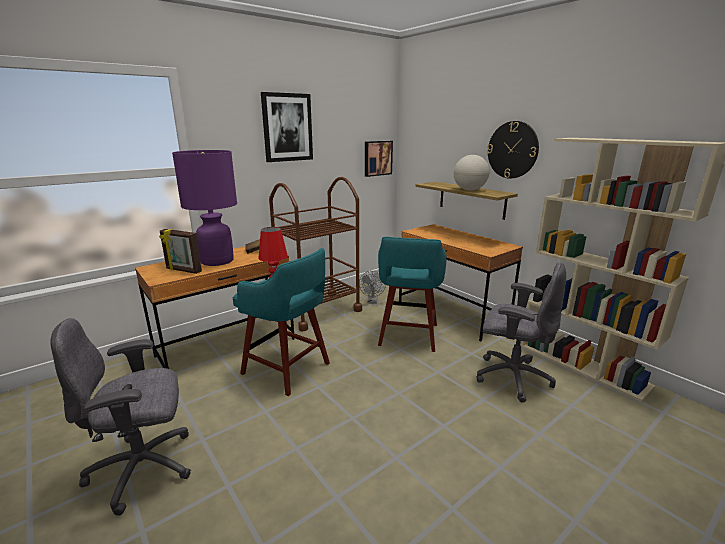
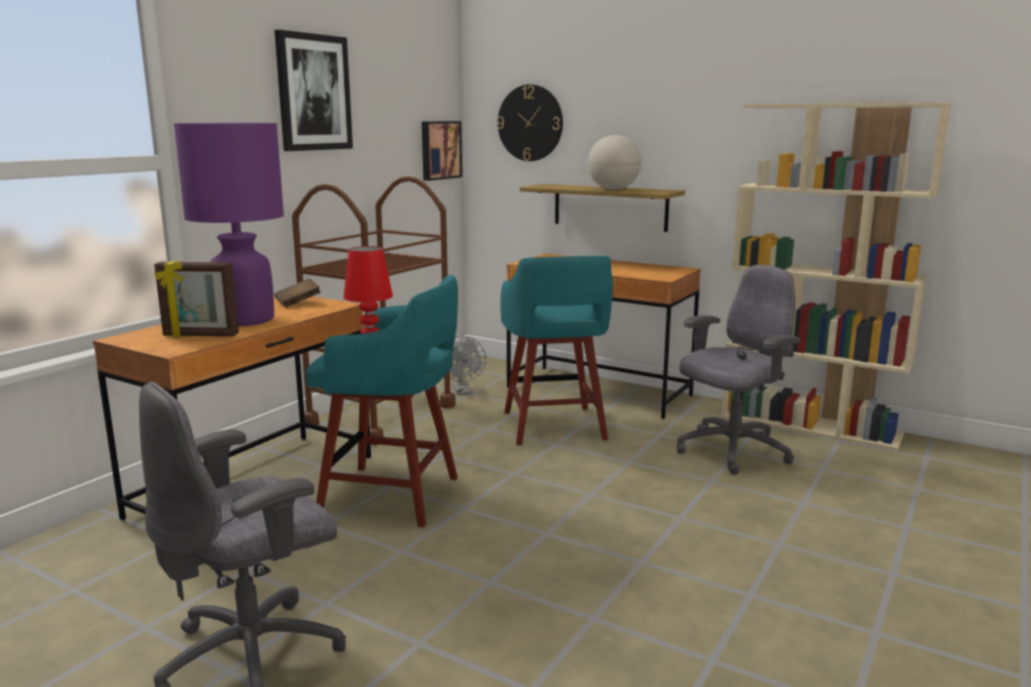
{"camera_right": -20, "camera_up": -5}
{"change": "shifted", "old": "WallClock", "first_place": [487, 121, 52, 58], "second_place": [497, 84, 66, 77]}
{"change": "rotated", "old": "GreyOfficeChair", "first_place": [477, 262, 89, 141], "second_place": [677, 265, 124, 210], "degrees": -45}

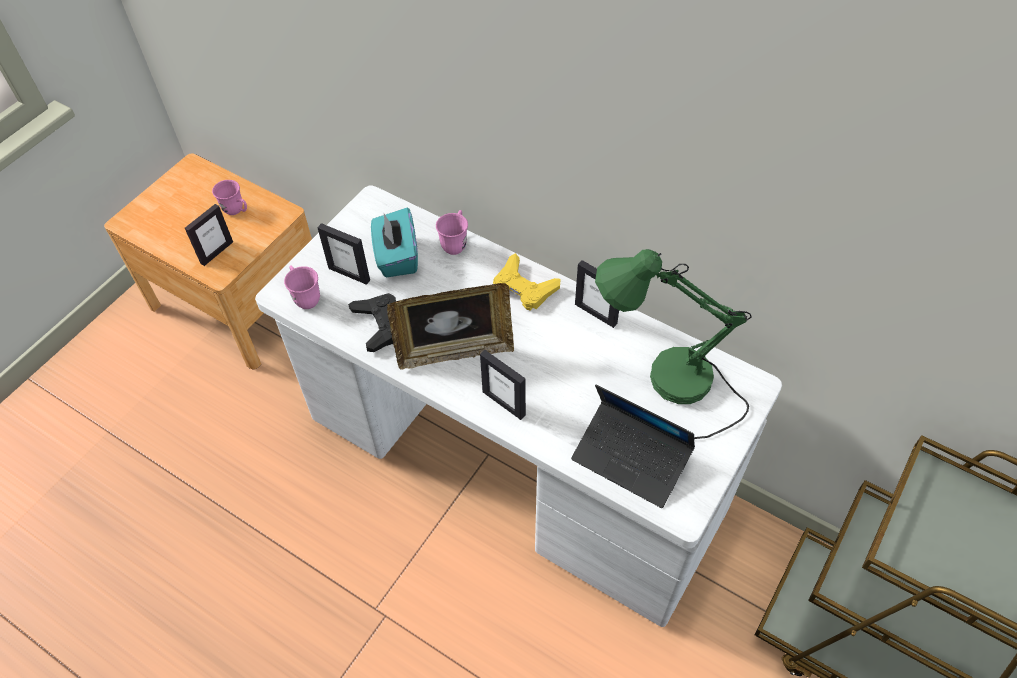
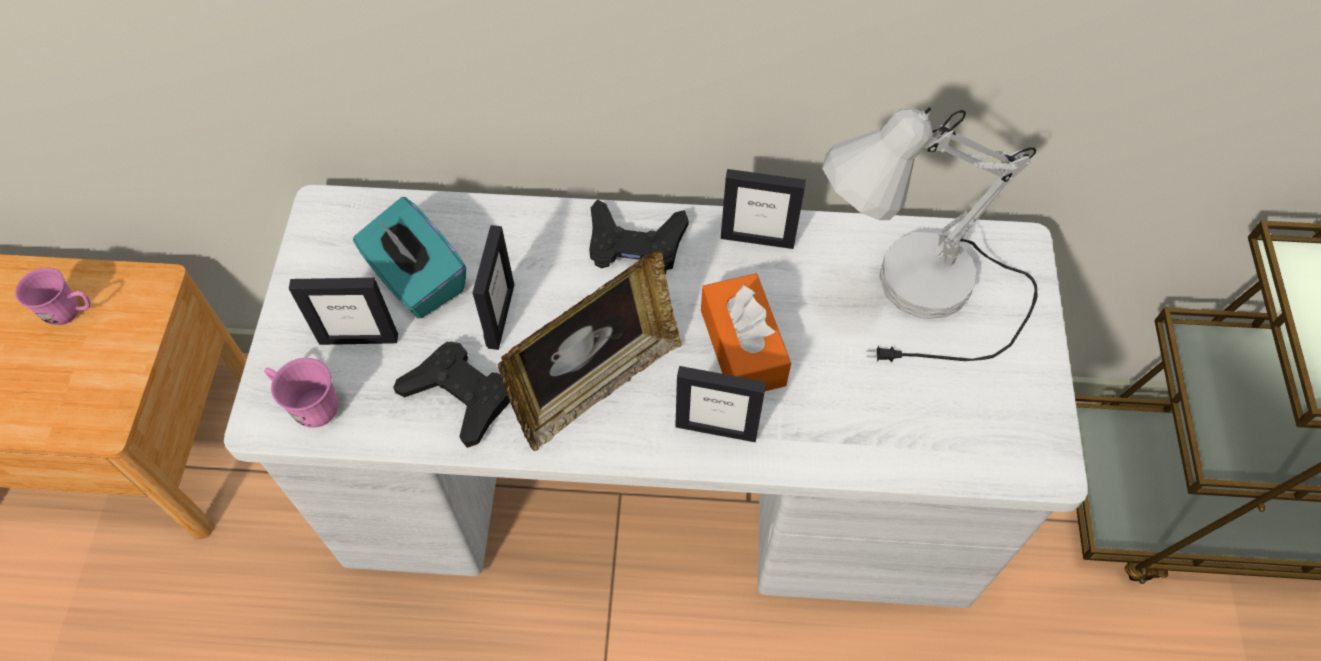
{"camera_right": -30, "camera_up": 5}
{"change": "shifted", "old": "PictureFrame", "first_place": [185, 204, 48, 62], "second_place": [473, 225, 41, 125]}
{"change": "repainted", "old": "YellowGameController", "new": "BlackGameController", "first_place": [493, 253, 68, 58], "second_place": [589, 199, 100, 75]}
{"change": "new", "new": "OrangeTissueBox", "second_place": [701, 273, 90, 118]}
{"change": "repainted", "old": "GreenTableLamp", "new": "WhiteTableLamp", "first_place": [595, 249, 157, 190], "second_place": [822, 107, 216, 255]}
{"change": "gone", "old": "PinkMug", "first_place": [436, 210, 32, 45]}
{"change": "gone", "old": "Laptop", "first_place": [571, 385, 124, 123]}

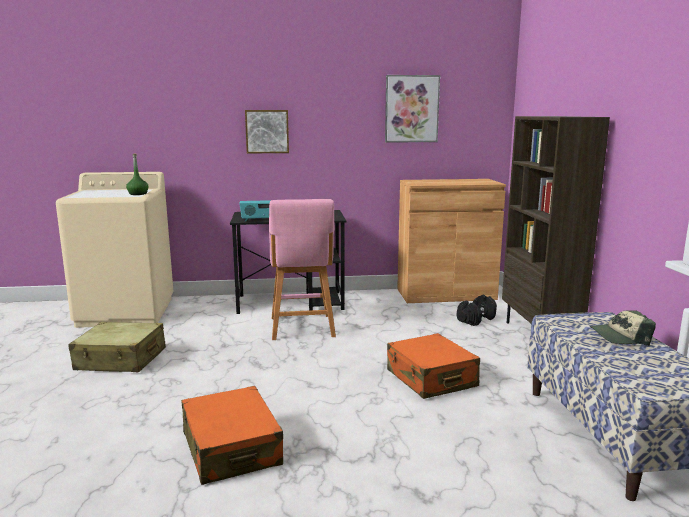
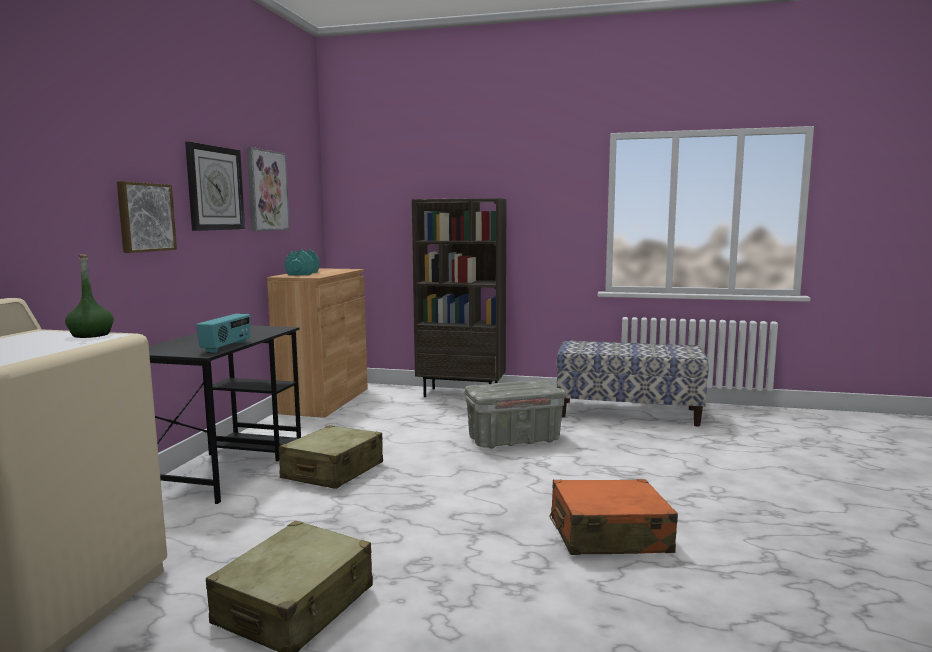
{"camera_right": -70, "camera_up": -5}
{"change": "new", "new": "WallClock", "second_place": [185, 142, 60, 89]}
{"change": "swapped", "old": "PinkStool", "new": "BeigeSuitcase", "first_place": [269, 199, 67, 141], "second_place": [279, 425, 104, 64]}
{"change": "new", "new": "TurquoiseDumbbell", "second_place": [285, 250, 35, 25]}
{"change": "swapped", "old": "OrangeSuitcase", "new": "GreyStorageBox", "first_place": [387, 333, 93, 66], "second_place": [465, 380, 100, 69]}
{"change": "gone", "old": "BlackDumbbell", "first_place": [457, 295, 40, 31]}
{"change": "gone", "old": "Cap", "first_place": [589, 310, 67, 36]}

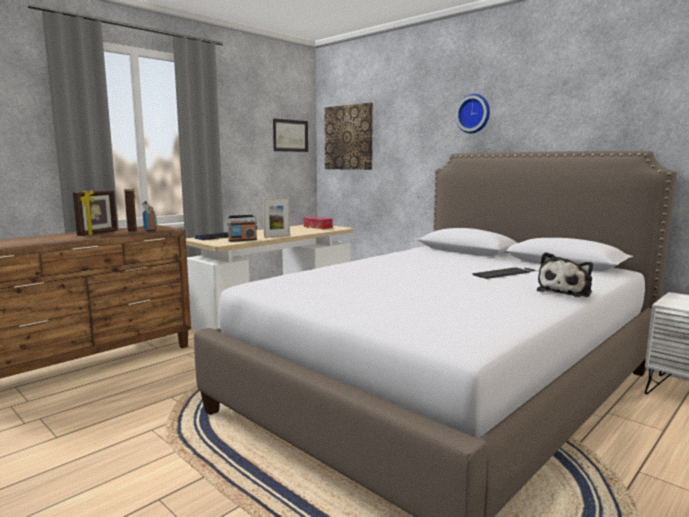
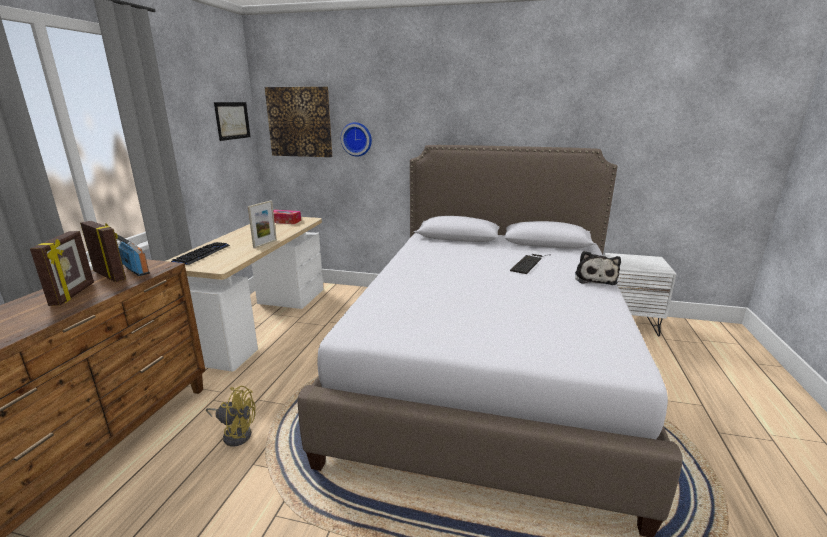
{"camera_right": -30, "camera_up": 10}
{"change": "new", "new": "YellowFan", "second_place": [206, 386, 50, 61]}
{"change": "shifted", "old": "WallClock", "first_place": [455, 94, 35, 39], "second_place": [341, 122, 31, 35]}
{"change": "gone", "old": "Radio", "first_place": [226, 215, 31, 27]}

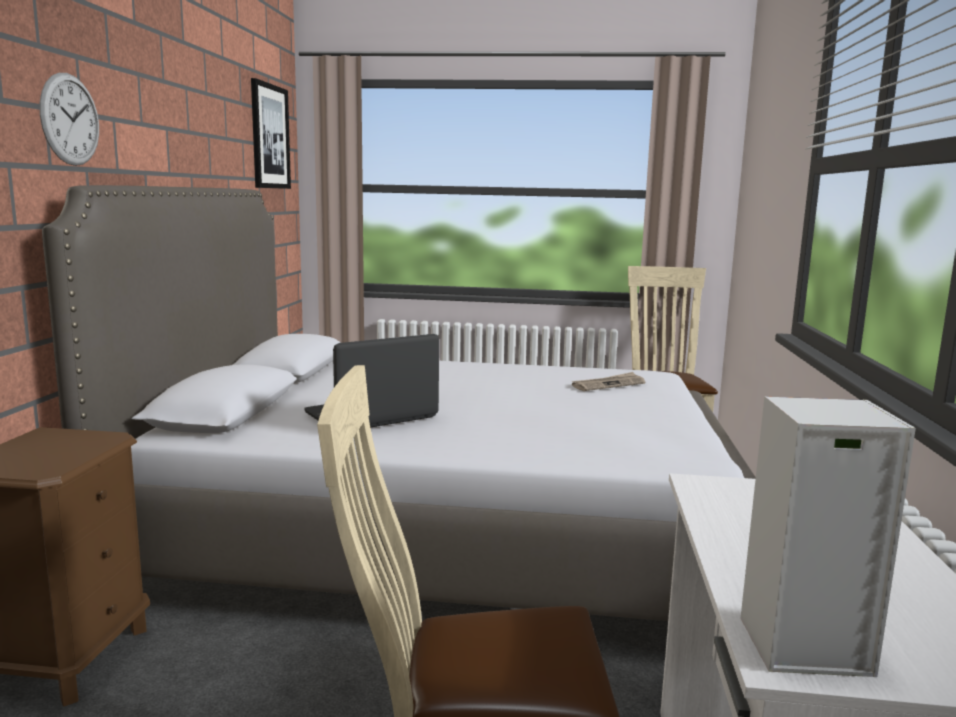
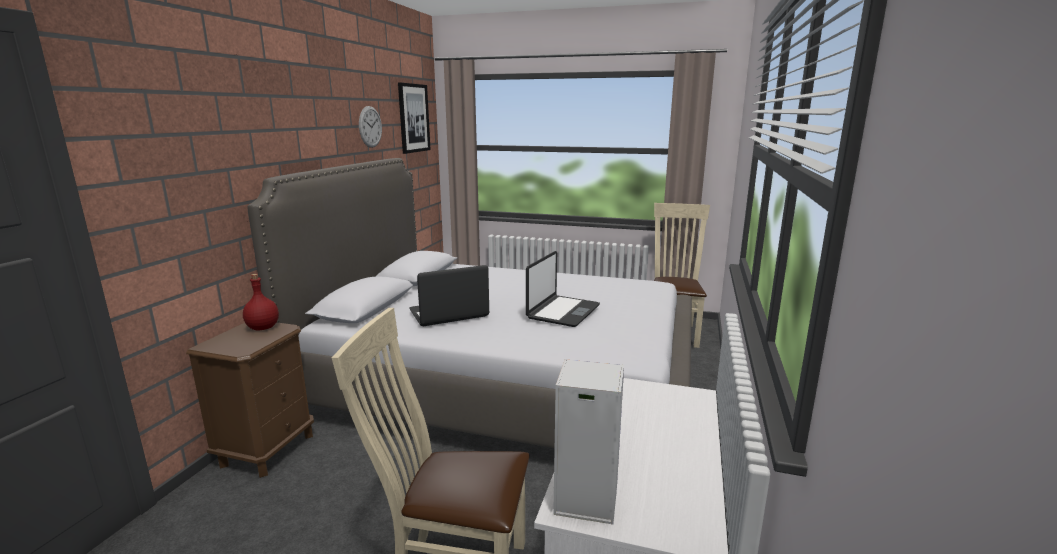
{"camera_right": 10, "camera_up": 5}
{"change": "new", "new": "RedBottle", "second_place": [243, 274, 36, 56]}
{"change": "shifted", "old": "WallClock", "first_place": [40, 73, 59, 93], "second_place": [359, 106, 23, 42]}
{"change": "new", "new": "Laptop", "second_place": [526, 251, 74, 76]}
{"change": "gone", "old": "Newspaper", "first_place": [572, 372, 73, 19]}

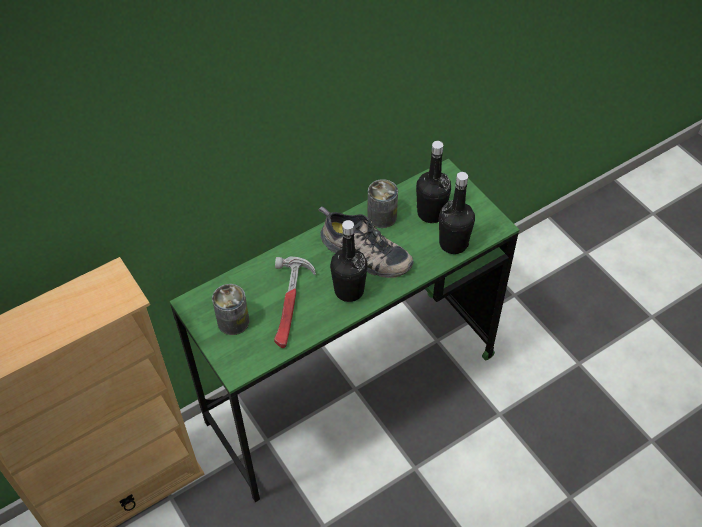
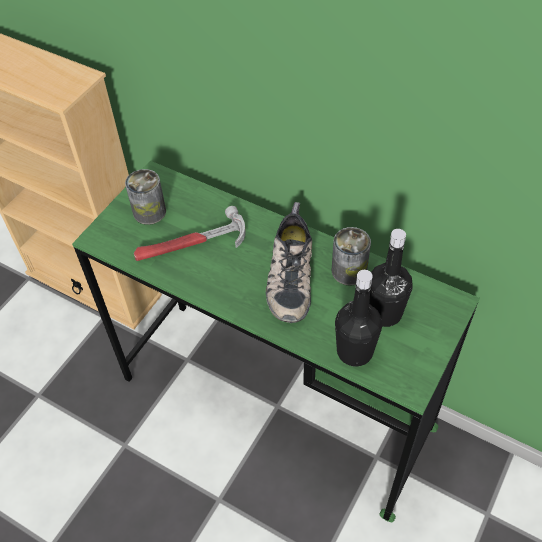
{"camera_right": 65, "camera_up": 0}
{"change": "gone", "old": "BlackBottle", "first_place": [330, 220, 38, 82]}

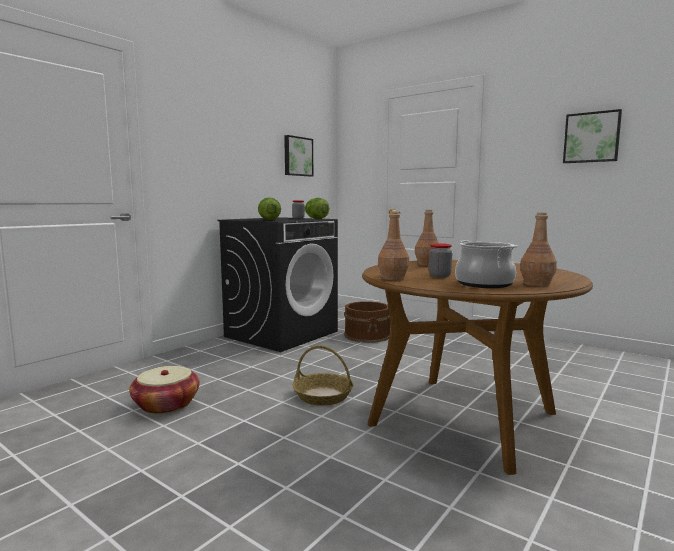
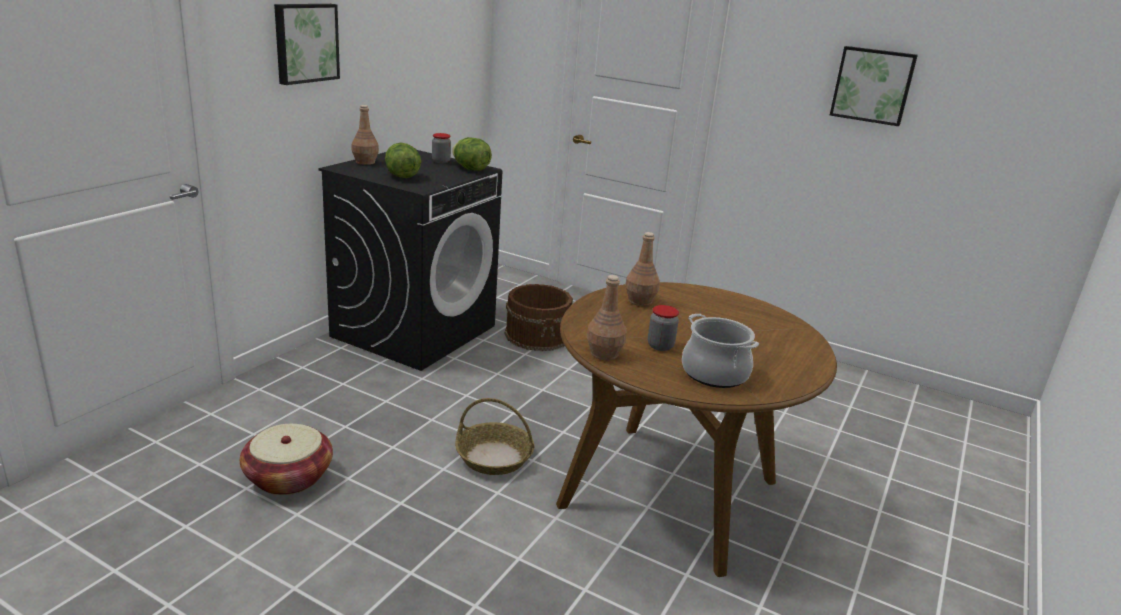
{"camera_right": -10, "camera_up": 15}
{"change": "shifted", "old": "Picture", "first_place": [284, 135, 29, 41], "second_place": [274, 4, 66, 81]}
{"change": "shifted", "old": "BrownBottle", "first_place": [520, 212, 37, 74], "second_place": [352, 105, 27, 60]}

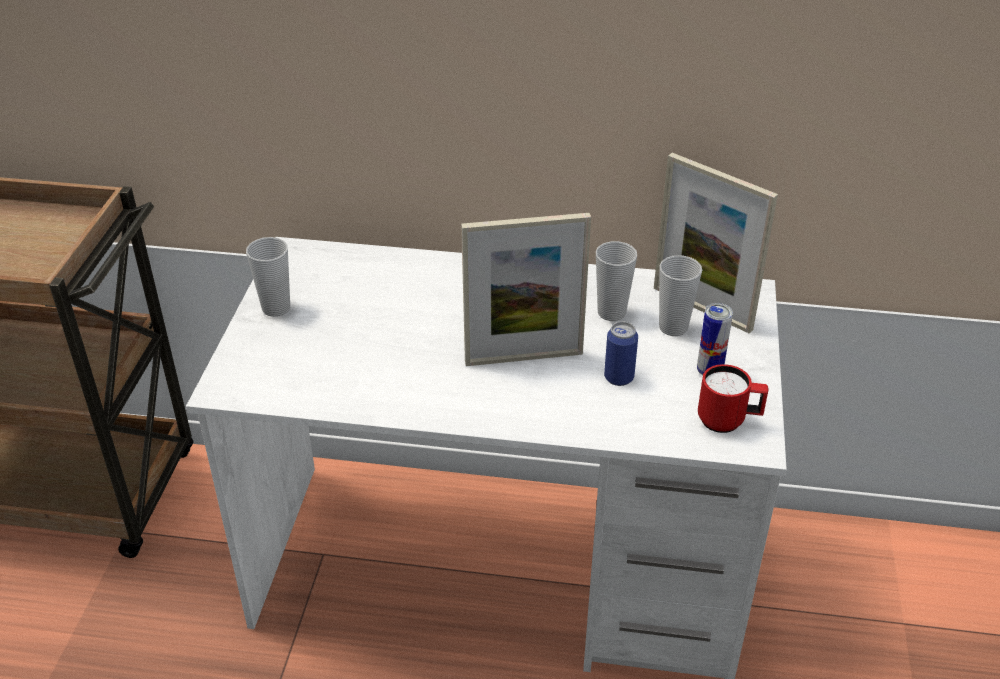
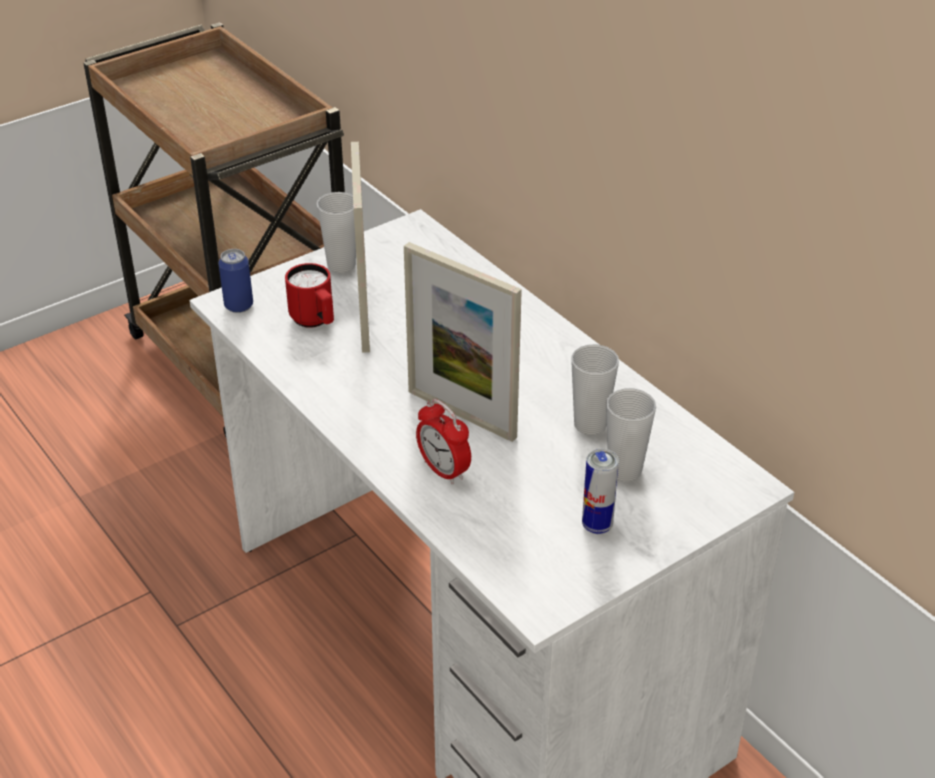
{"camera_right": 45, "camera_up": 0}
{"change": "shifted", "old": "Can", "first_place": [604, 321, 34, 65], "second_place": [218, 249, 35, 64]}
{"change": "shifted", "old": "RedMug", "first_place": [698, 364, 71, 69], "second_place": [285, 263, 49, 65]}
{"change": "shifted", "old": "PictureFrame", "first_place": [654, 153, 124, 181], "second_place": [351, 142, 19, 211]}
{"change": "new", "new": "AlarmClock", "second_place": [416, 399, 55, 86]}

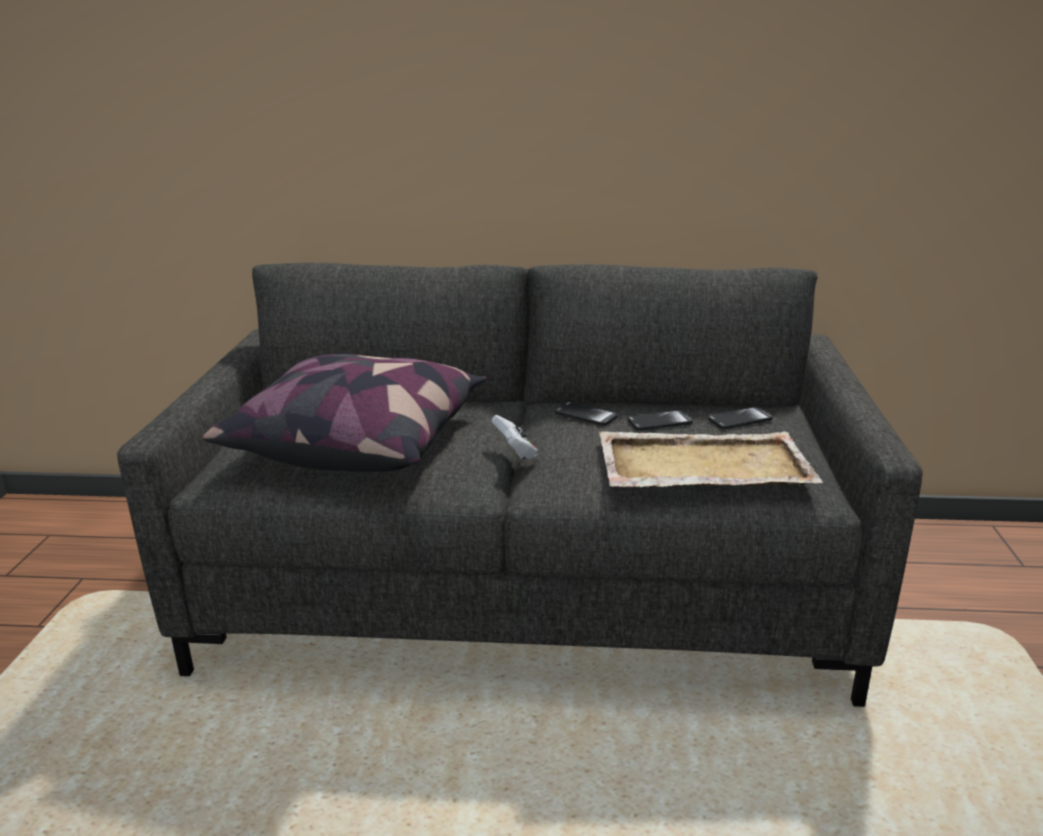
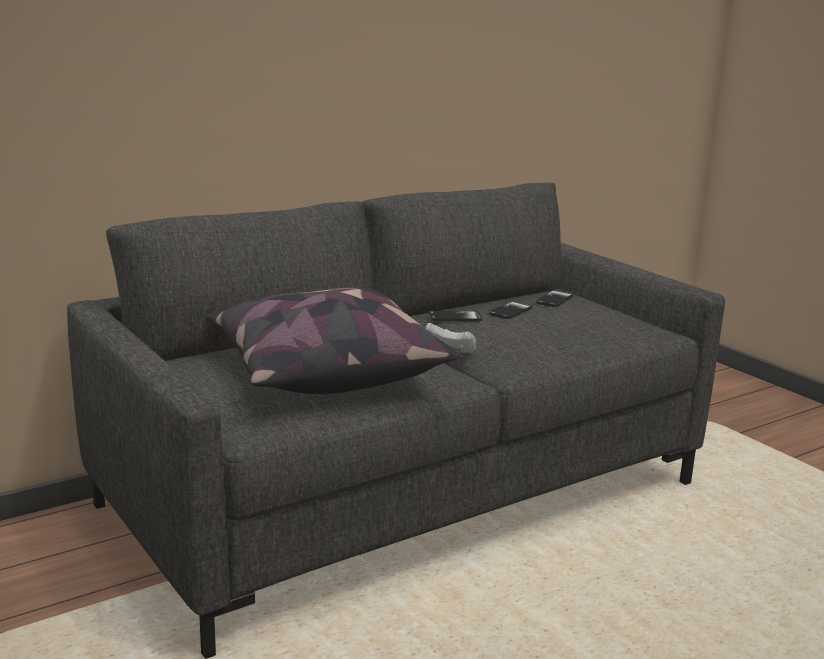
{"camera_right": -40, "camera_up": -5}
{"change": "gone", "old": "BeigeTray", "first_place": [599, 431, 224, 56]}

